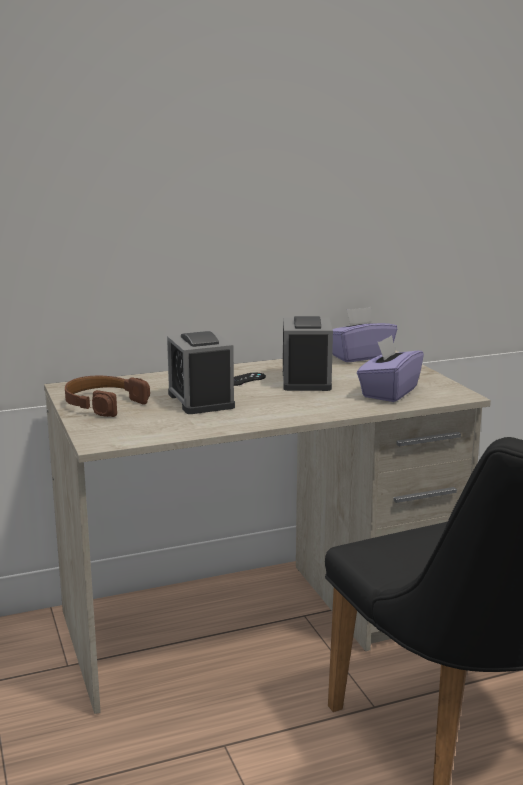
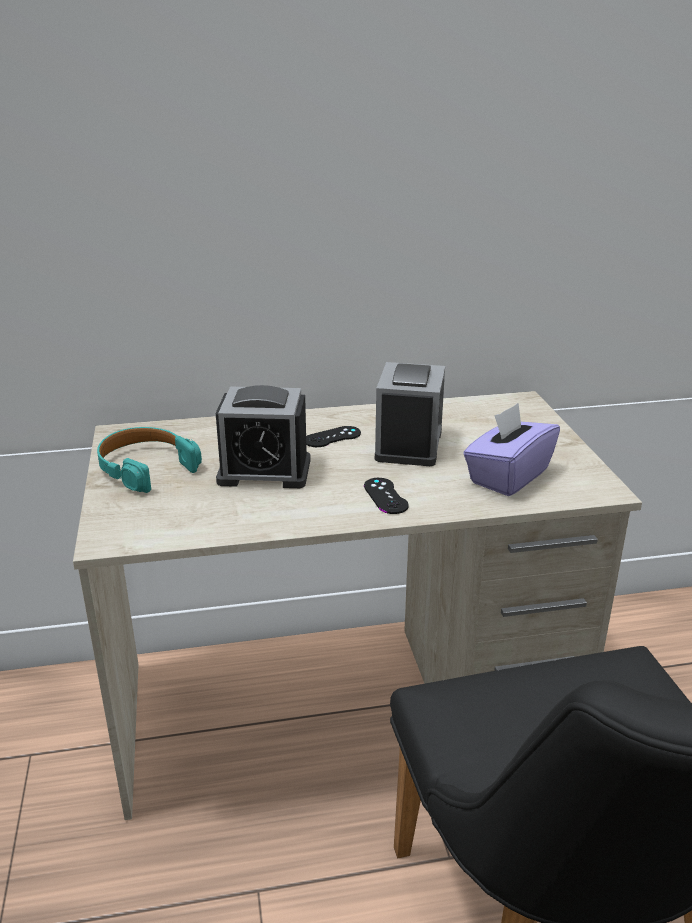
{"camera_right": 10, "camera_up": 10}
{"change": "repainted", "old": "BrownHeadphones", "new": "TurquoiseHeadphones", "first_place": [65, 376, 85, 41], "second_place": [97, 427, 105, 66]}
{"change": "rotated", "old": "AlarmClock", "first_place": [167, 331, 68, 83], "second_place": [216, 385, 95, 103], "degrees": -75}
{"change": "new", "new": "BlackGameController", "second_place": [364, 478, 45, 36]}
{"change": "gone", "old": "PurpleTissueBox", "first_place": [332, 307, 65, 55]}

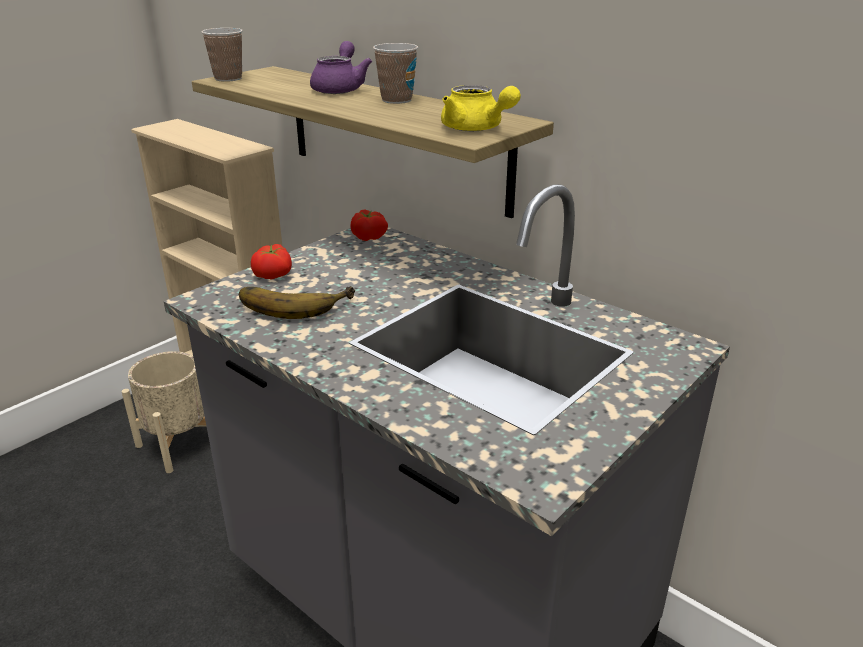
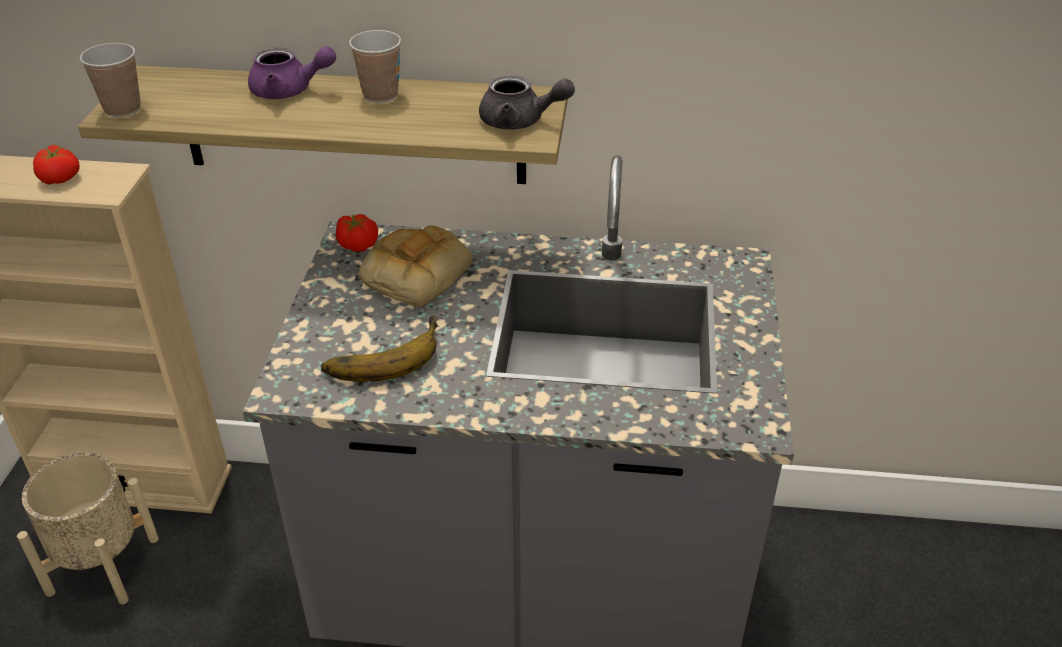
{"camera_right": -35, "camera_up": 10}
{"change": "shifted", "old": "Tomato", "first_place": [251, 244, 41, 36], "second_place": [33, 145, 47, 40]}
{"change": "rotated", "old": "PurpleTeapot", "first_place": [310, 41, 62, 53], "second_place": [248, 46, 88, 53], "degrees": 120}
{"change": "new", "new": "Bread", "second_place": [359, 225, 114, 82]}
{"change": "repainted", "old": "YellowTeapot", "new": "GreyTeapot", "first_place": [441, 85, 80, 46], "second_place": [479, 75, 96, 55]}

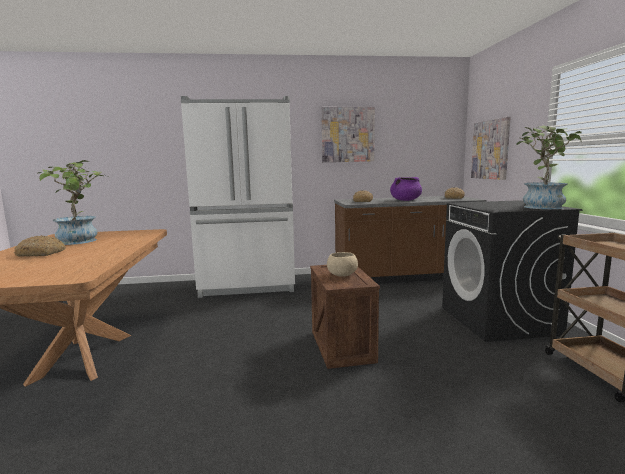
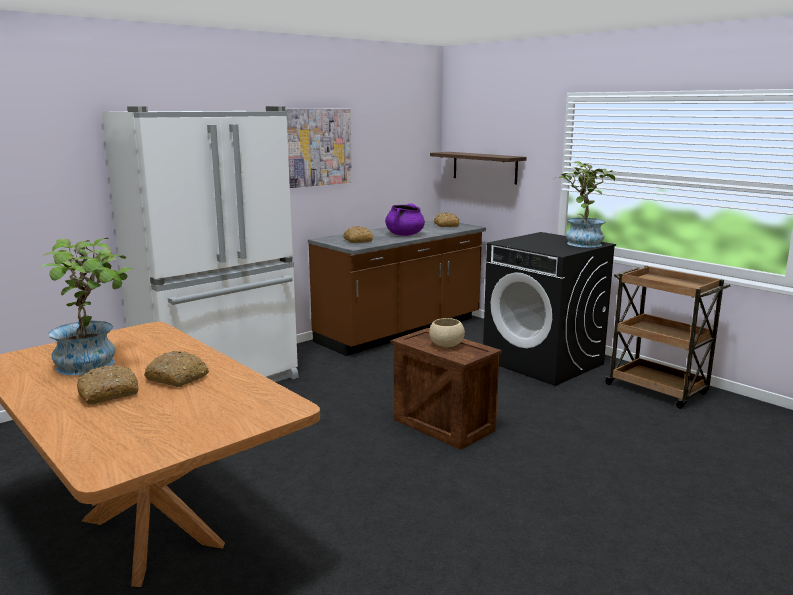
{"camera_right": -35, "camera_up": 5}
{"change": "new", "new": "Bread", "second_place": [144, 351, 65, 36]}
{"change": "swapped", "old": "Picture", "new": "Shelf", "first_place": [471, 117, 40, 63], "second_place": [430, 152, 97, 33]}

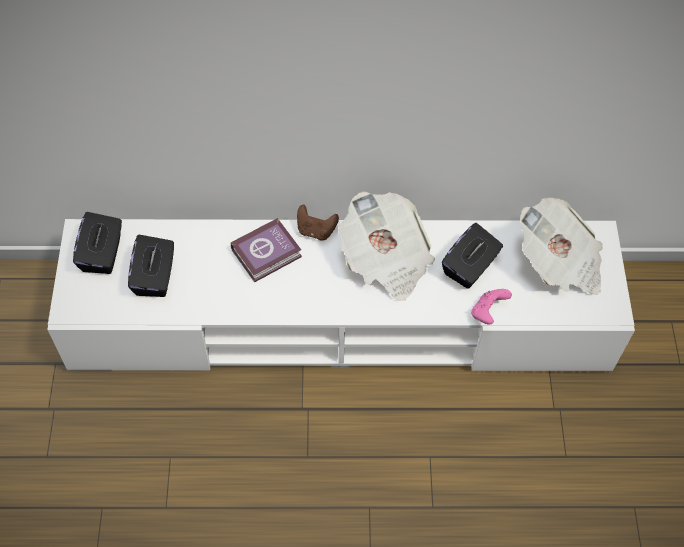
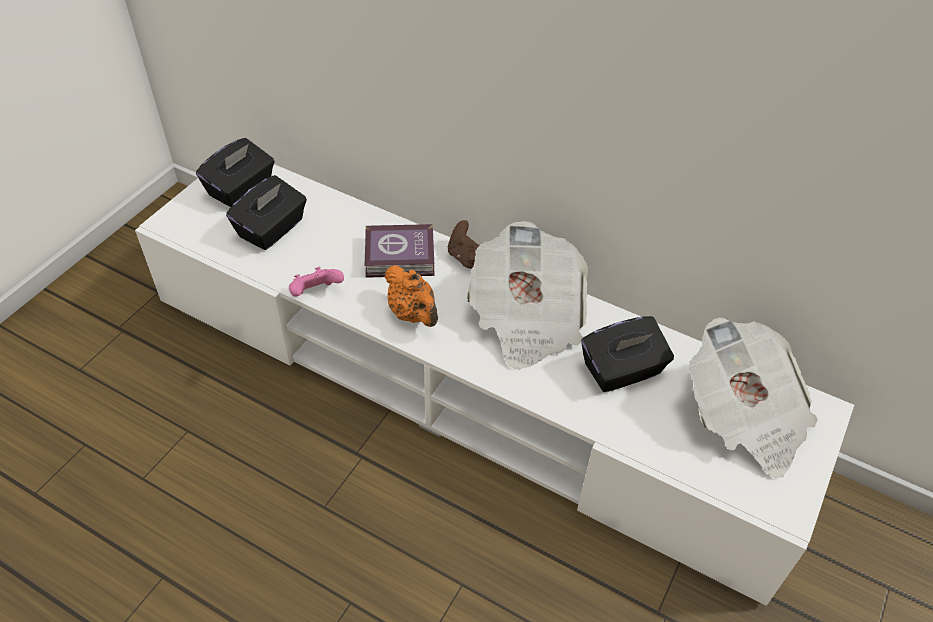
{"camera_right": 30, "camera_up": -10}
{"change": "shifted", "old": "PinkGameController", "first_place": [471, 289, 41, 36], "second_place": [289, 267, 55, 30]}
{"change": "new", "new": "OrangeTeapot", "second_place": [384, 265, 54, 62]}

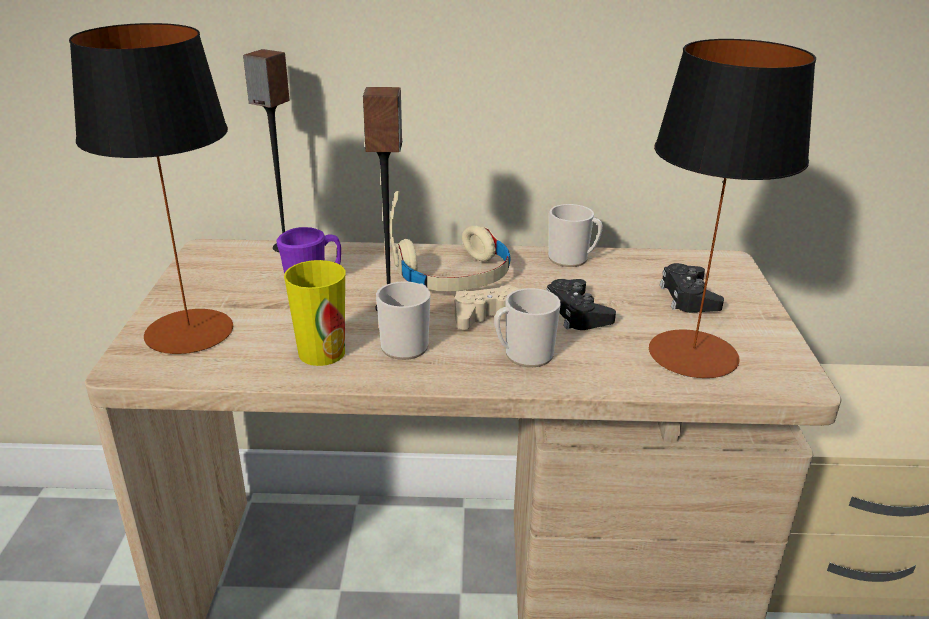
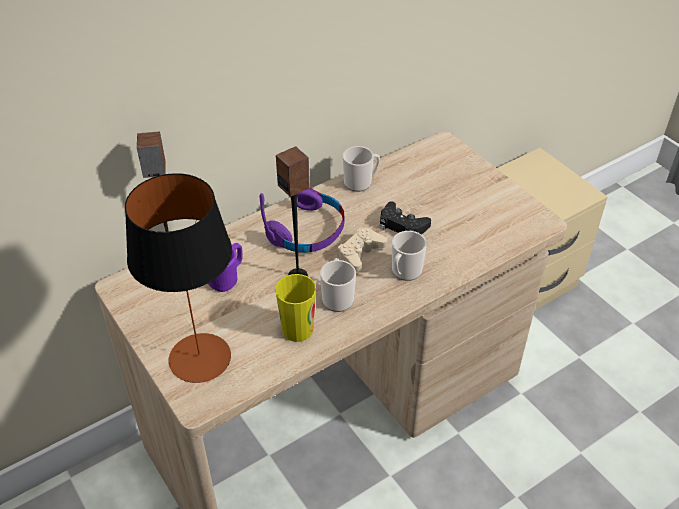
{"camera_right": -35, "camera_up": 15}
{"change": "repainted", "old": "BeigeHeadphones", "new": "PurpleHeadphones", "first_place": [390, 191, 120, 100], "second_place": [260, 188, 84, 65]}
{"change": "gone", "old": "TableLamp", "first_place": [649, 39, 167, 339]}
{"change": "gone", "old": "BlackGameController", "first_place": [660, 263, 64, 50]}

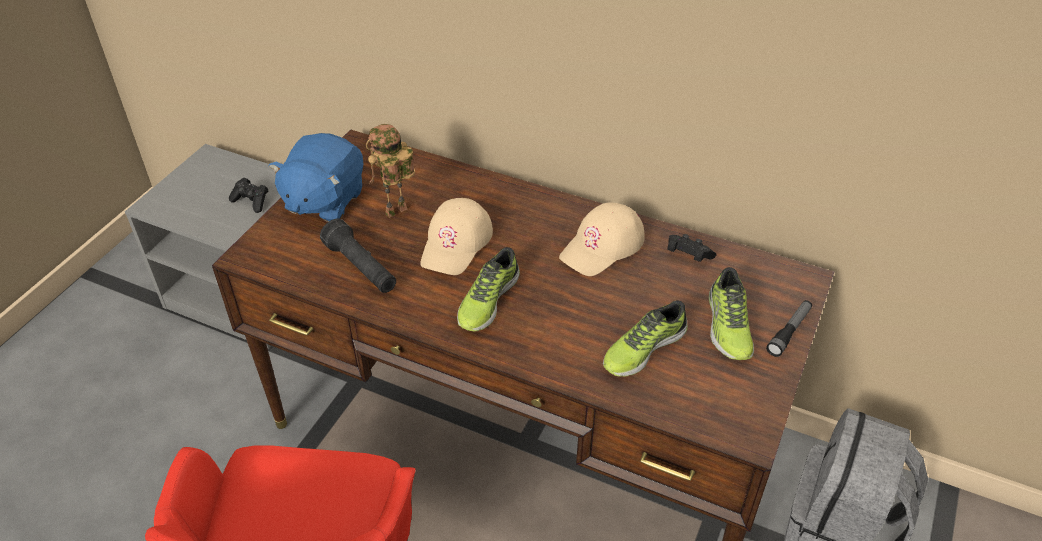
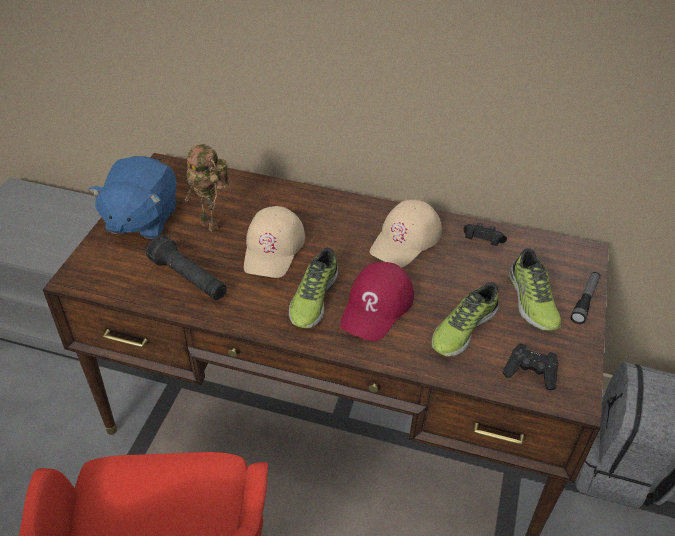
{"camera_right": -10, "camera_up": 0}
{"change": "rotated", "old": "ToyRobot", "first_place": [366, 124, 49, 94], "second_place": [184, 144, 45, 89], "degrees": -90}
{"change": "new", "new": "RedCap", "second_place": [340, 262, 74, 79]}
{"change": "shifted", "old": "BlackGameController", "first_place": [229, 178, 40, 35], "second_place": [503, 343, 56, 47]}

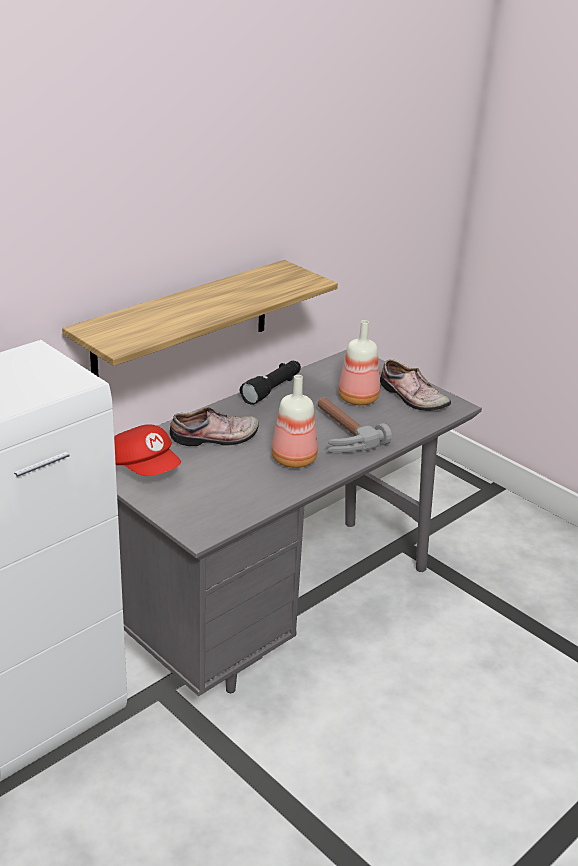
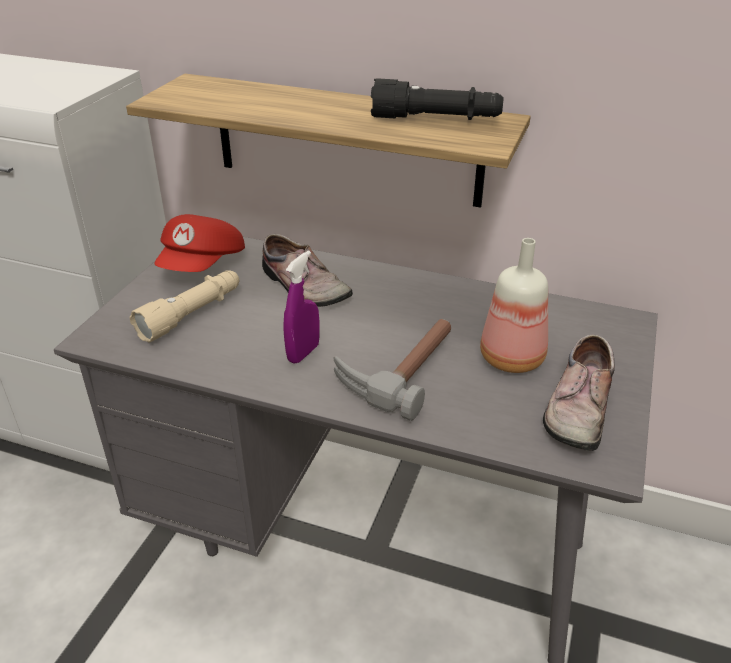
{"camera_right": 65, "camera_up": 5}
{"change": "new", "new": "BeigeFlashlight", "second_place": [130, 271, 109, 72]}
{"change": "swapped", "old": "Bottle", "new": "PurpleSprayBottle", "first_place": [271, 375, 47, 93], "second_place": [283, 250, 37, 114]}
{"change": "shifted", "old": "BlackFlashlight", "first_place": [240, 361, 61, 44], "second_place": [371, 78, 133, 42]}

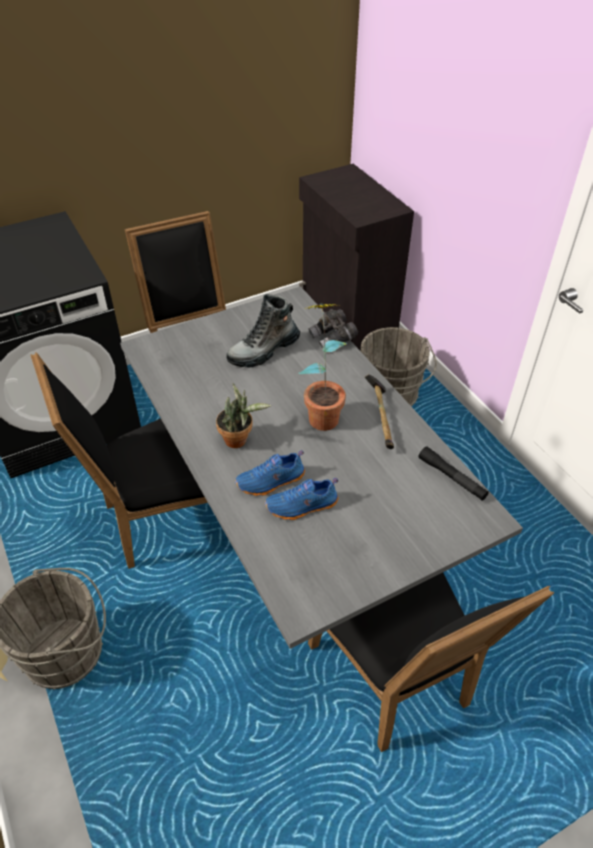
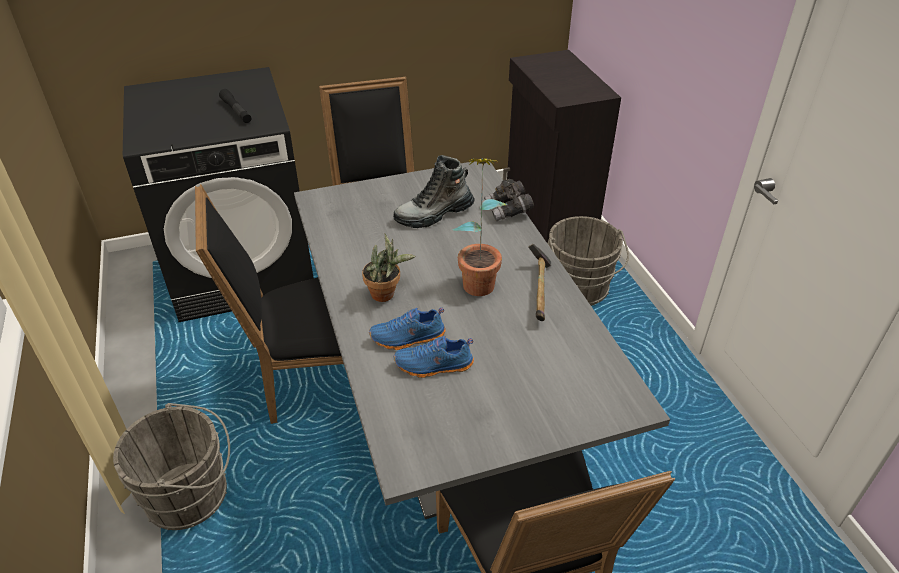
{"camera_right": 10, "camera_up": -5}
{"change": "shifted", "old": "BlackFlashlight", "first_place": [419, 446, 70, 55], "second_place": [219, 89, 32, 34]}

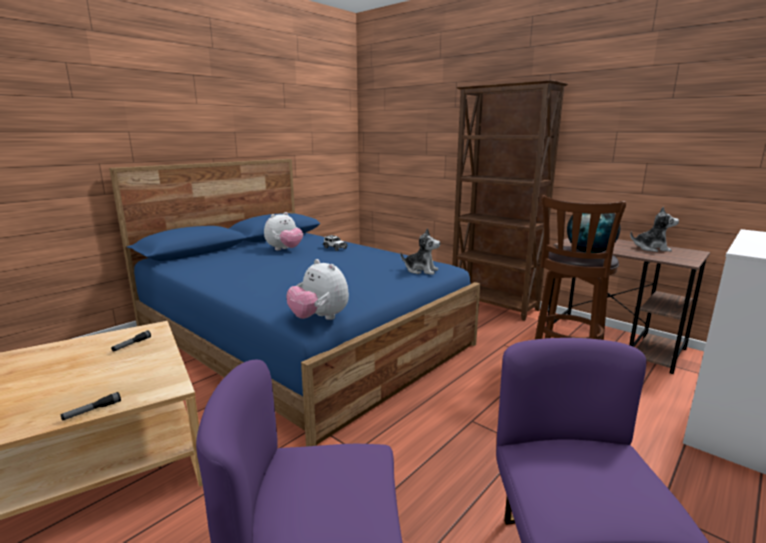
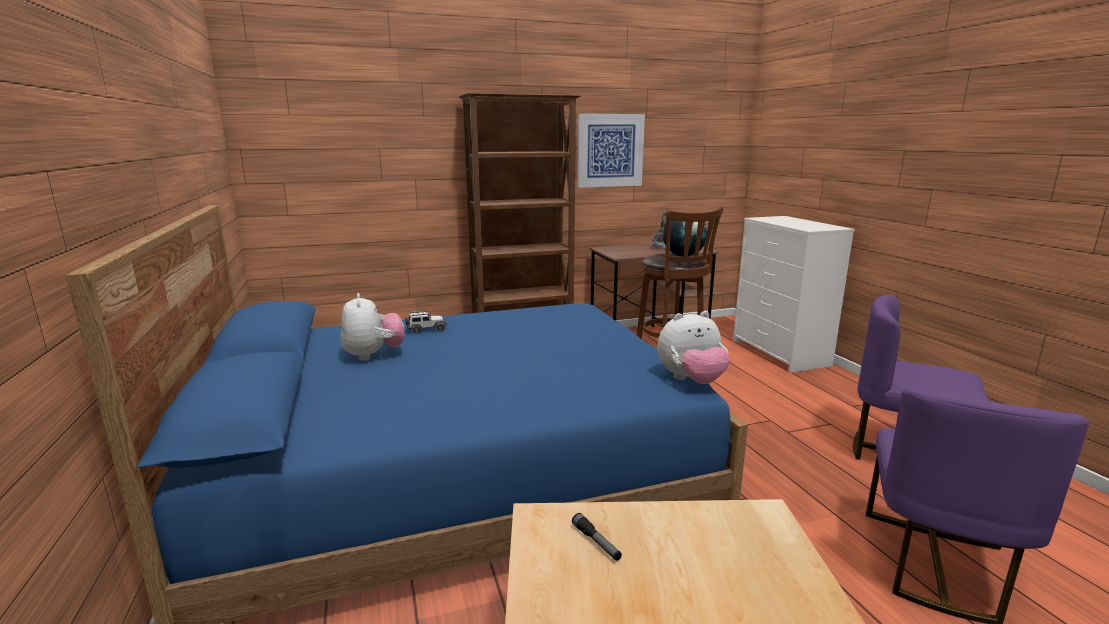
{"camera_right": -60, "camera_up": 0}
{"change": "new", "new": "Picture", "second_place": [577, 113, 68, 75]}
{"change": "gone", "old": "Flashlight", "first_place": [60, 392, 61, 29]}
{"change": "gone", "old": "PlushToy", "first_place": [400, 228, 40, 47]}

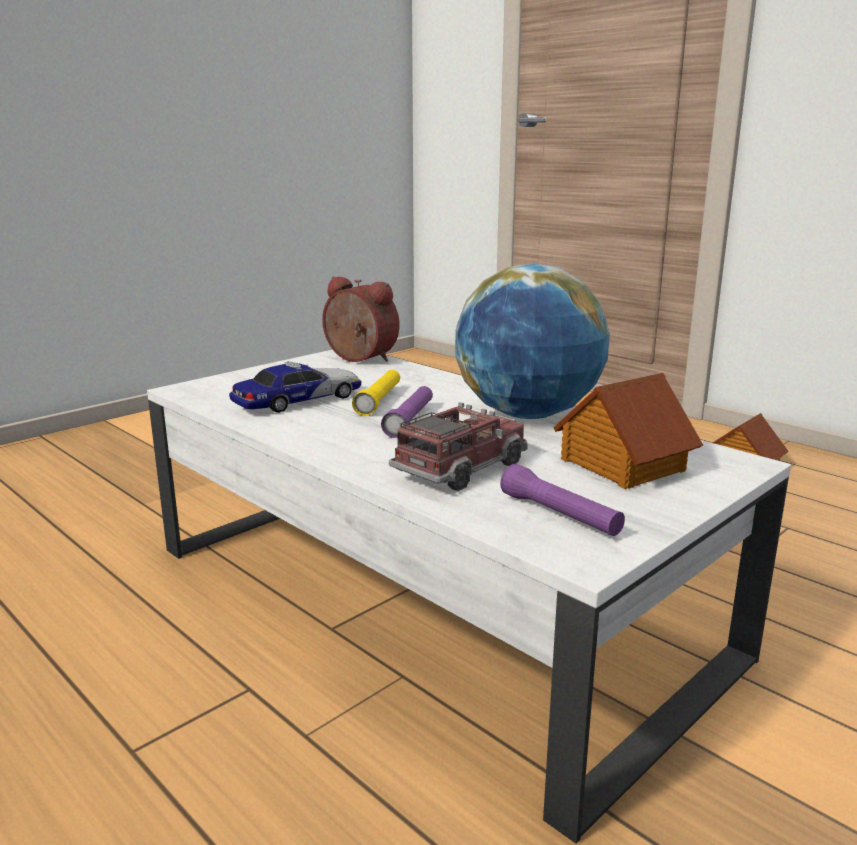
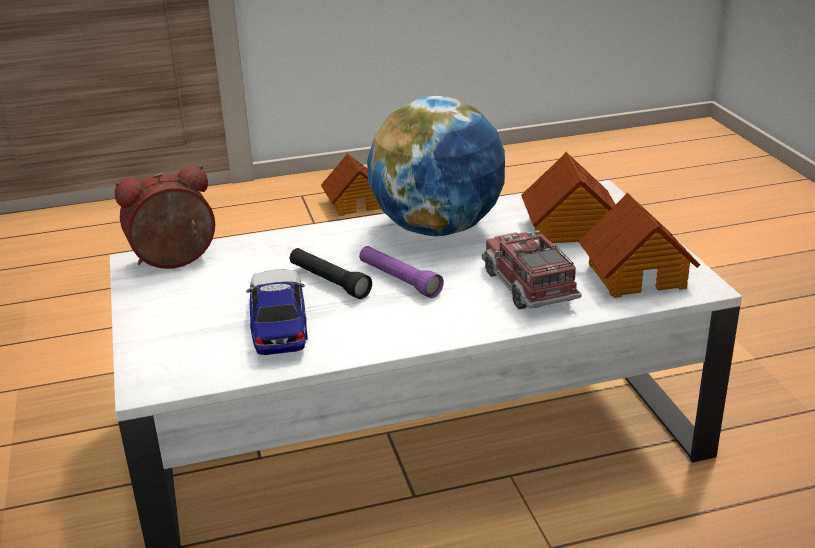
{"camera_right": -60, "camera_up": 10}
{"change": "repainted", "old": "YellowFlashlight", "new": "BlackFlashlight", "first_place": [352, 370, 48, 46], "second_place": [290, 248, 82, 51]}
{"change": "swapped", "old": "PurpleFlashlight", "new": "ToyHouse", "first_place": [500, 464, 125, 72], "second_place": [578, 192, 122, 106]}

